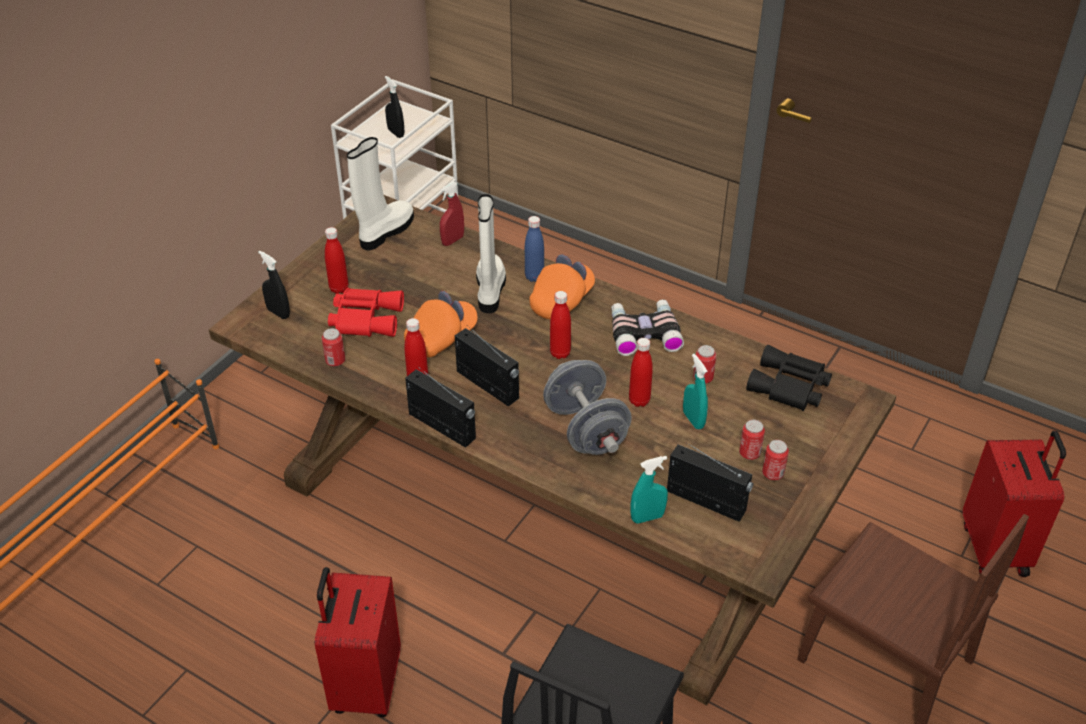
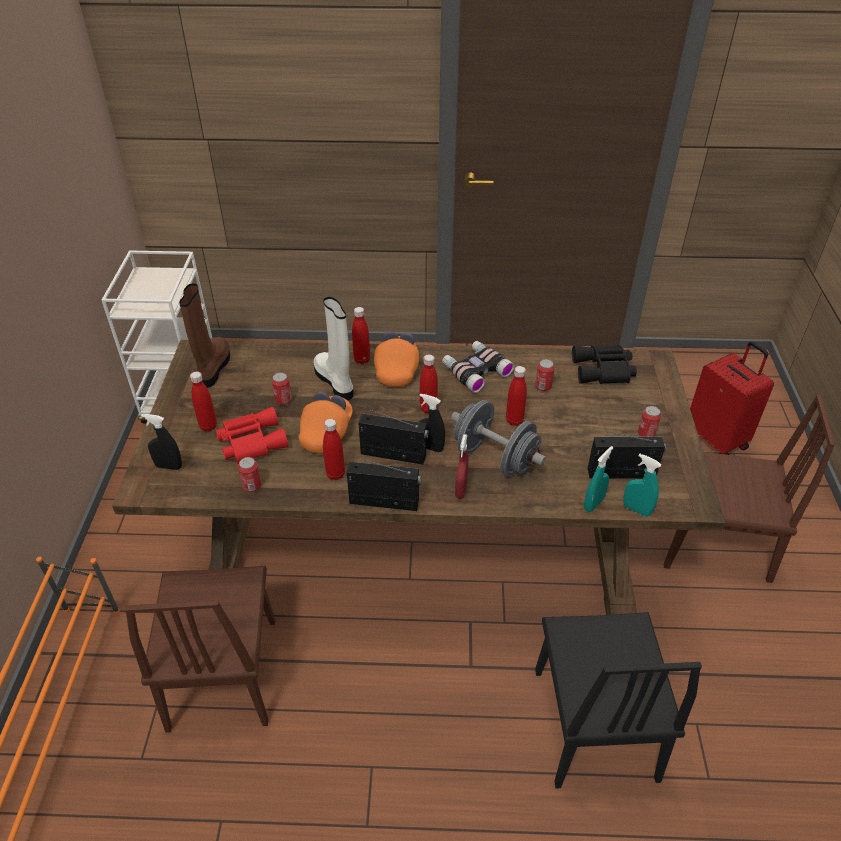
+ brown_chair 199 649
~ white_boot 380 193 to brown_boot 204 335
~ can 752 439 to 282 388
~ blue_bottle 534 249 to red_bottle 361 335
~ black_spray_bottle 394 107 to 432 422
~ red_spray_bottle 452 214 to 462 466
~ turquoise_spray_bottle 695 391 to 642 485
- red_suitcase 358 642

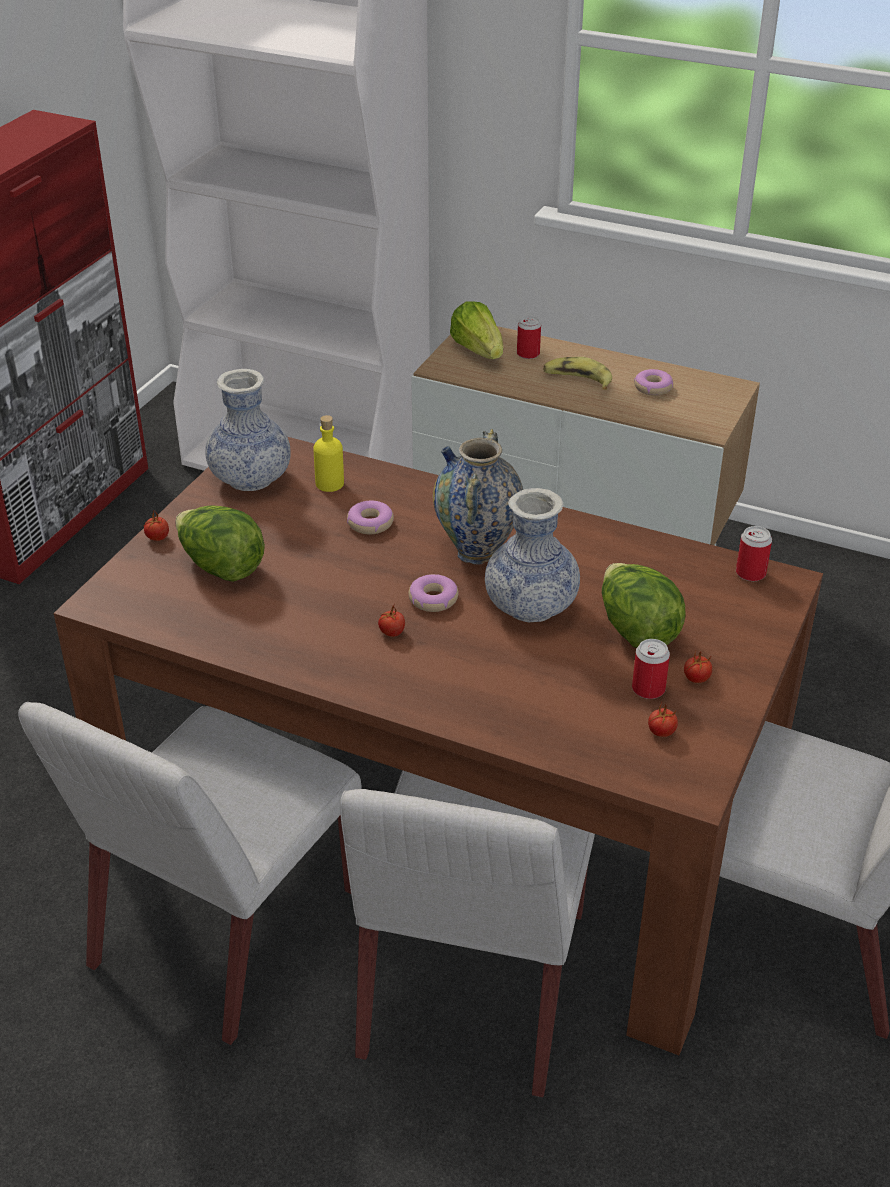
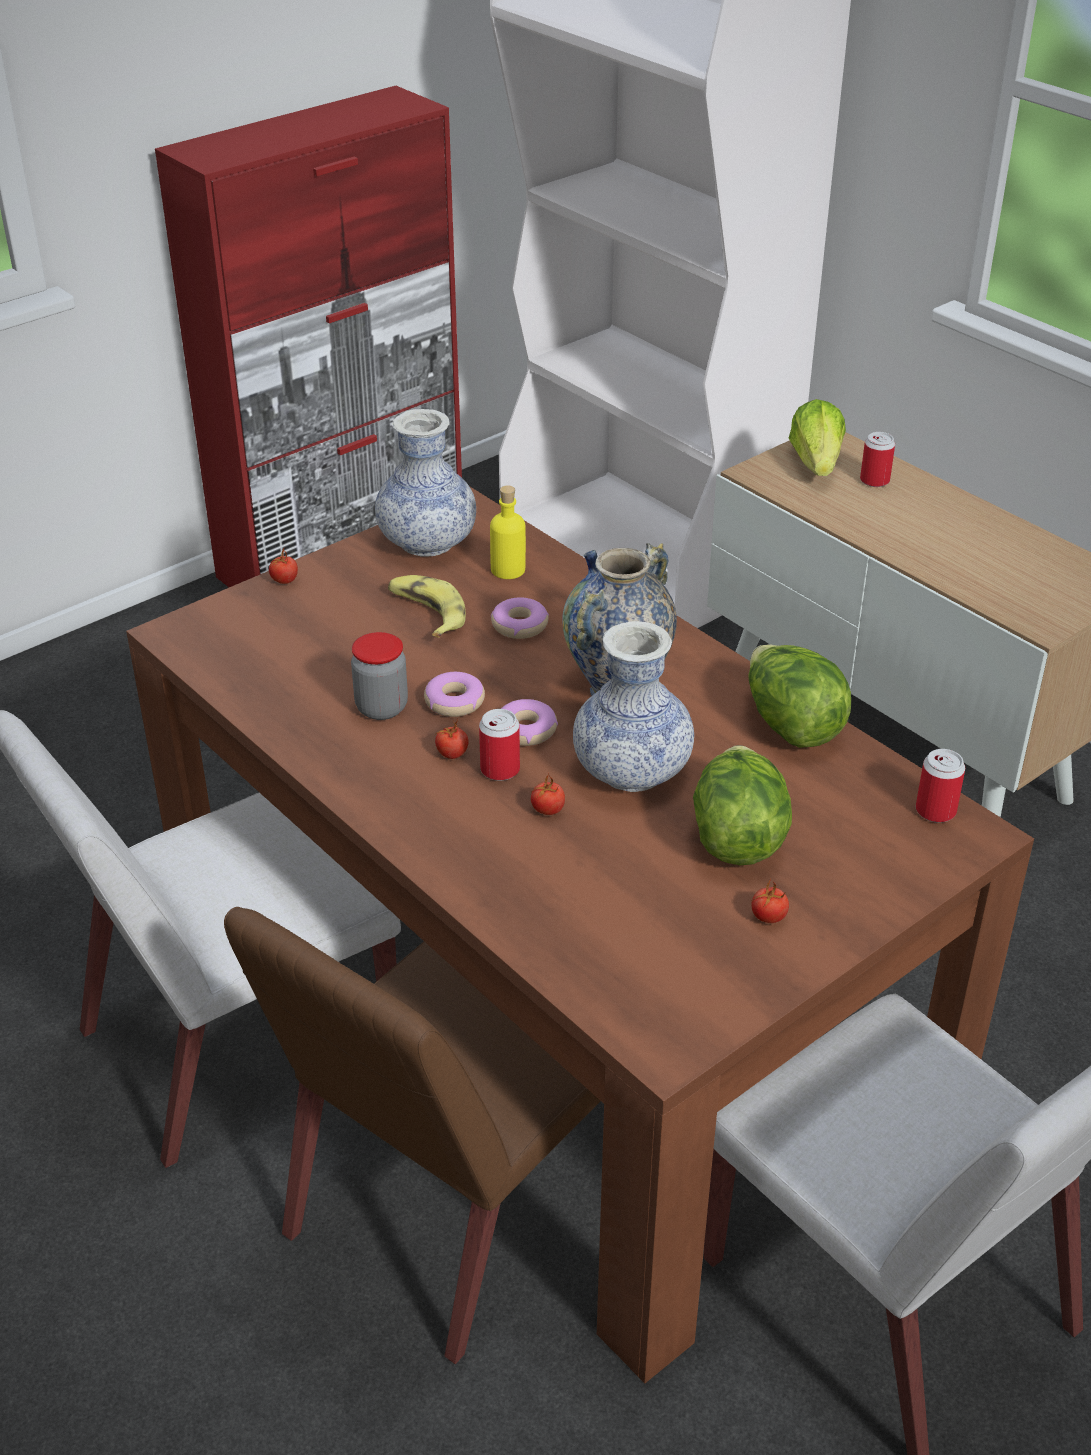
~ white_chair 467 933 to brown_chair 412 1135
+ jar 379 676
~ banana 577 373 to 427 606
~ donut 653 382 to 454 694
~ can 651 669 to 499 745
~ tomato 663 719 to 548 793
~ lettuce 220 543 to 800 696

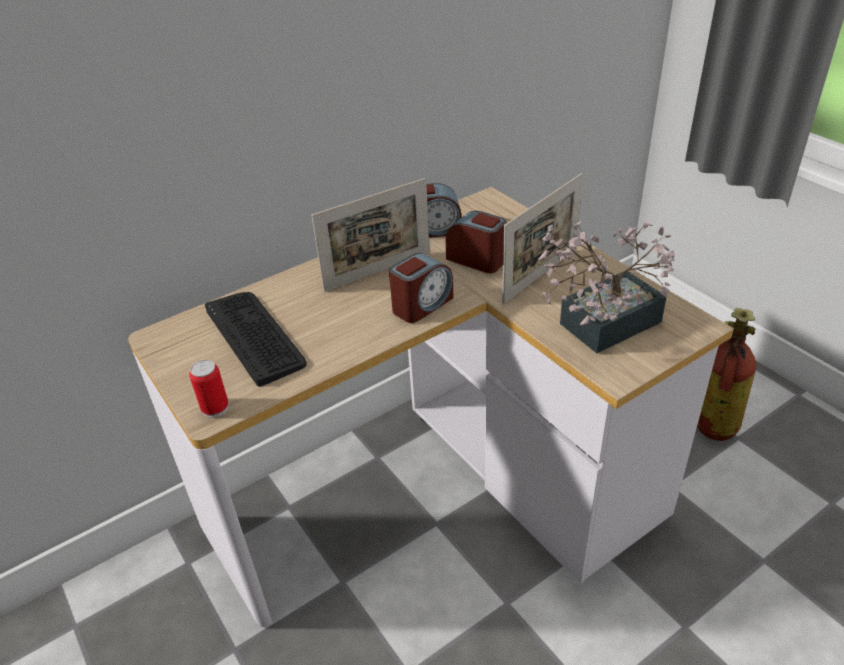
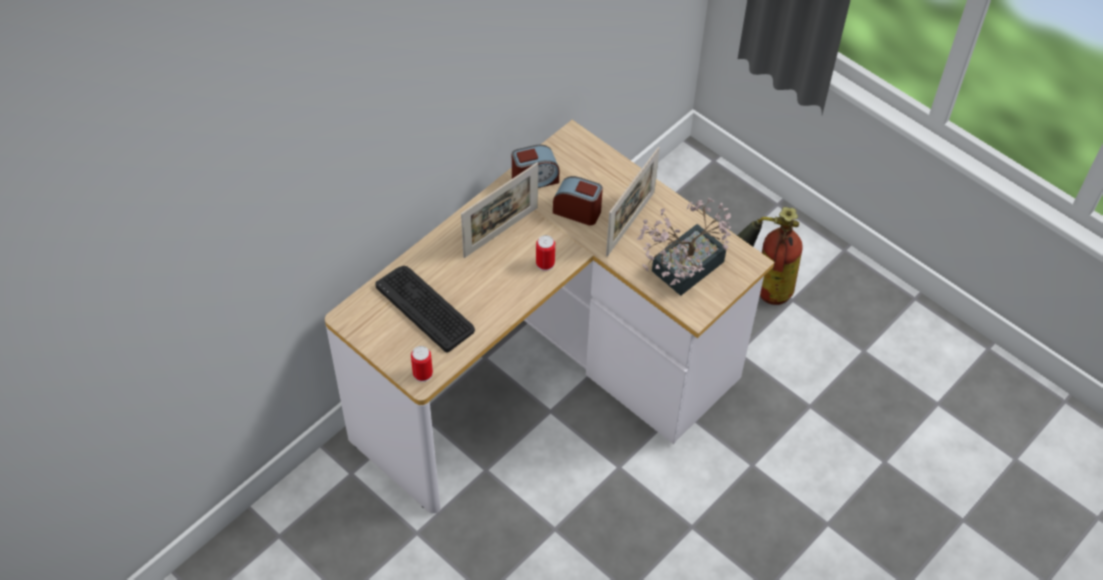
~ alarm_clock 421 288 to can 545 253

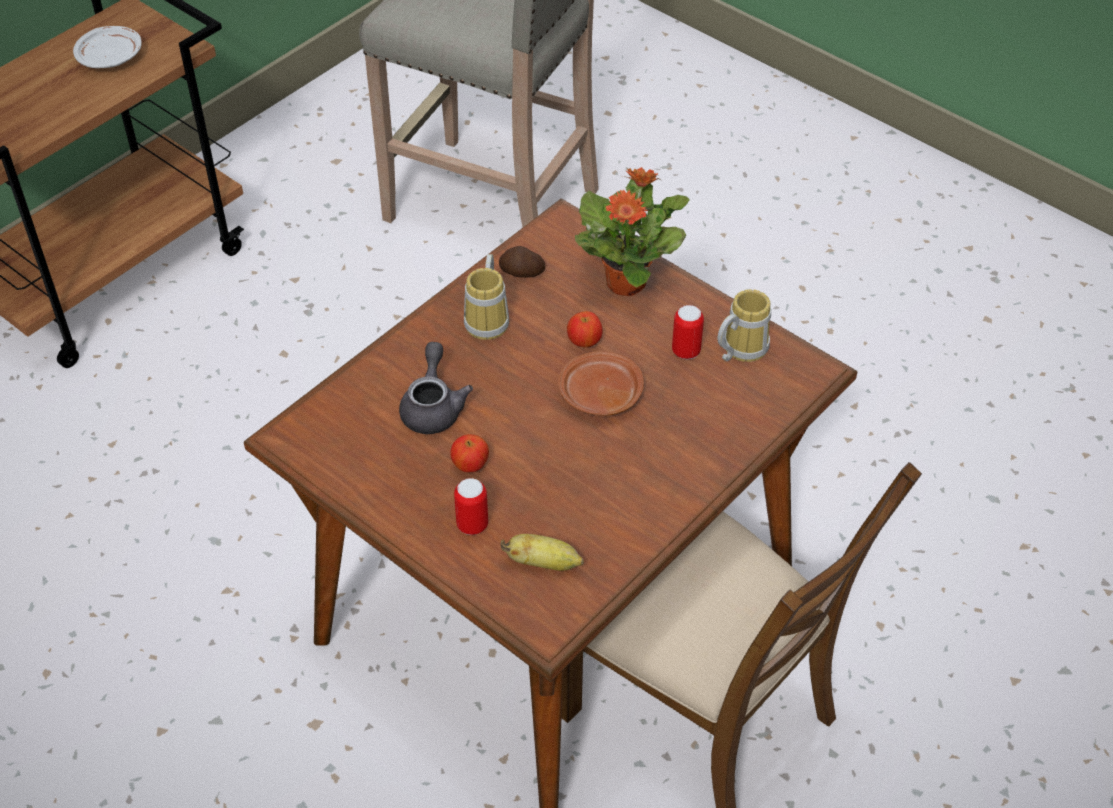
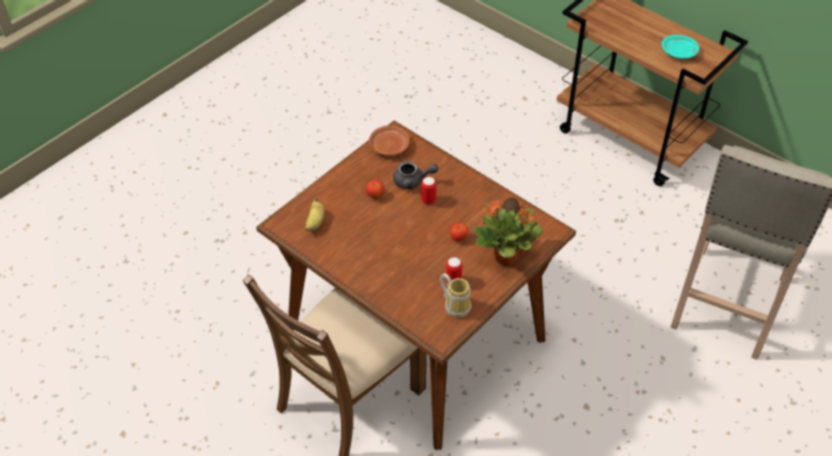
~ brown_plate 601 383 to 389 140
~ can 471 506 to 428 191
~ white_plate 107 47 to turquoise_plate 680 47
- mug 486 297

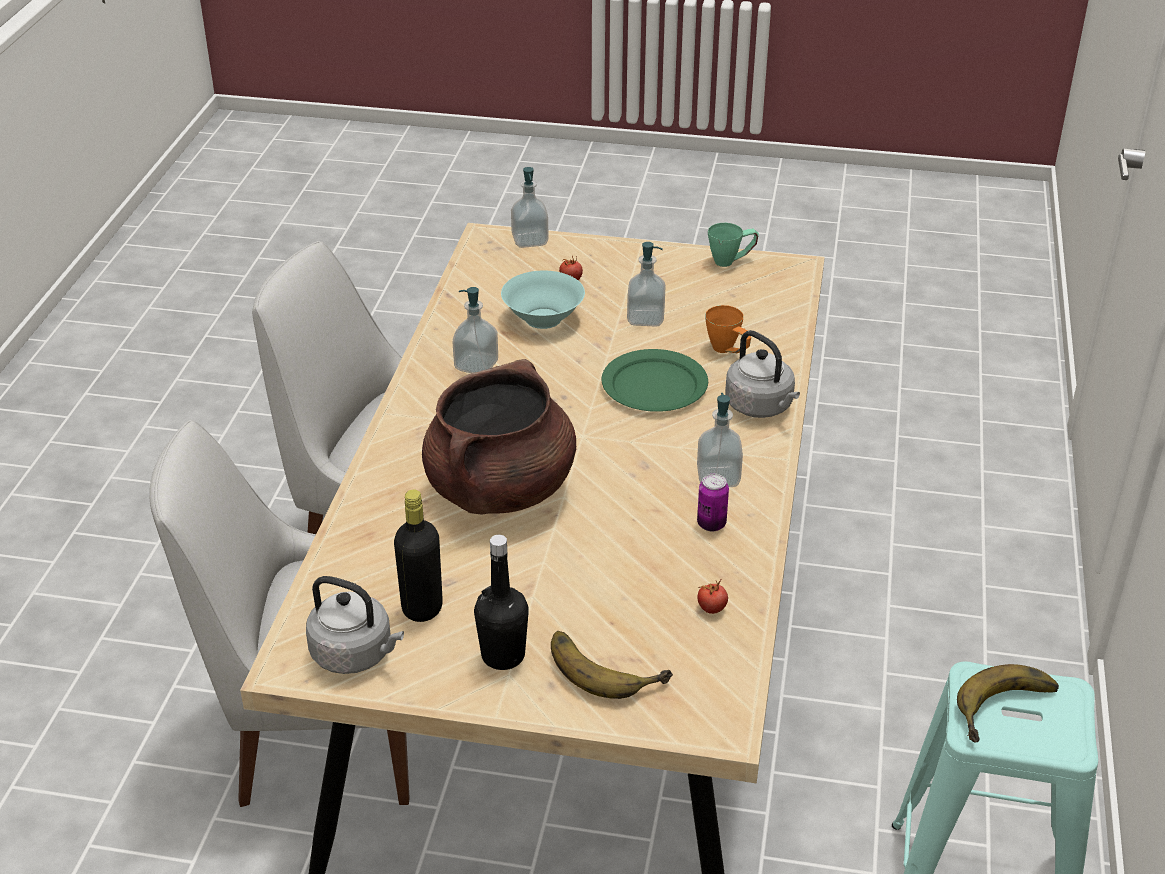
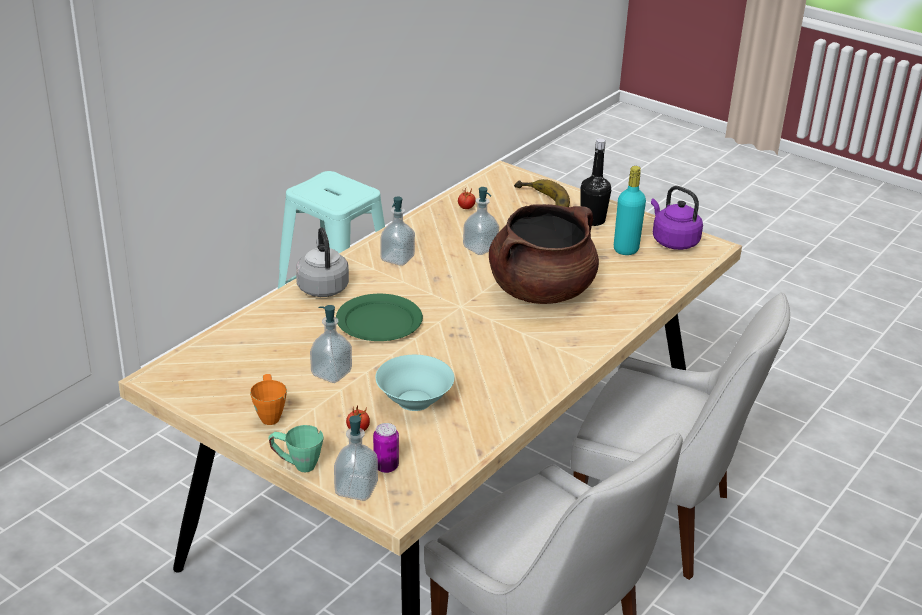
~ orange_mug 728 329 to 268 399
~ green_mug 733 245 to 296 448
~ can 713 502 to 386 448
~ soap_dispenser 475 330 to 481 221
~ black_bottle 418 556 to turquoise_bottle 630 210
~ grey_kettle 355 625 to purple_kettle 677 218
- banana 1008 703

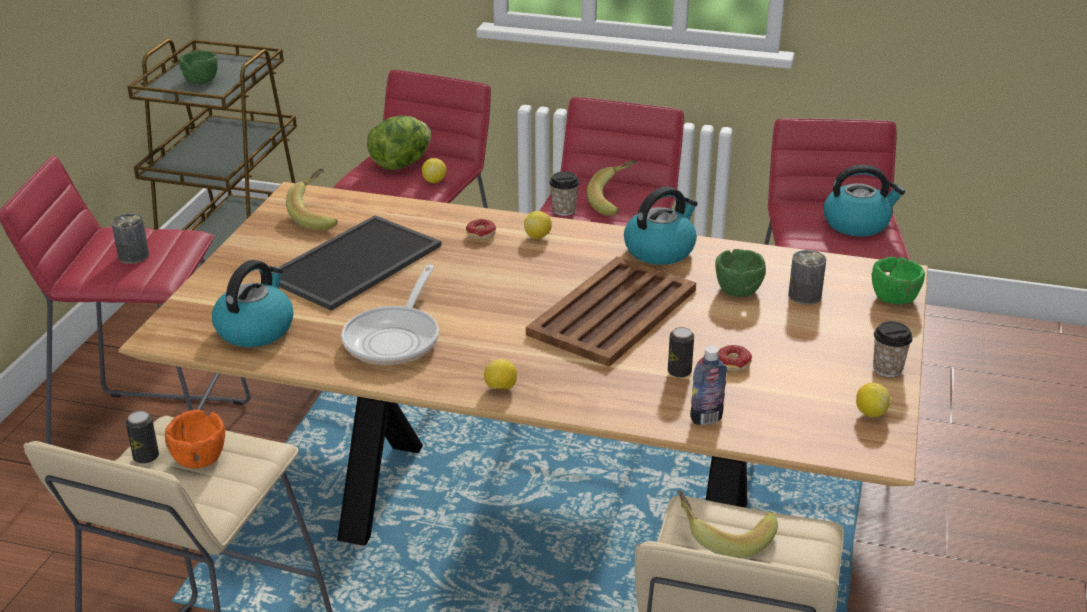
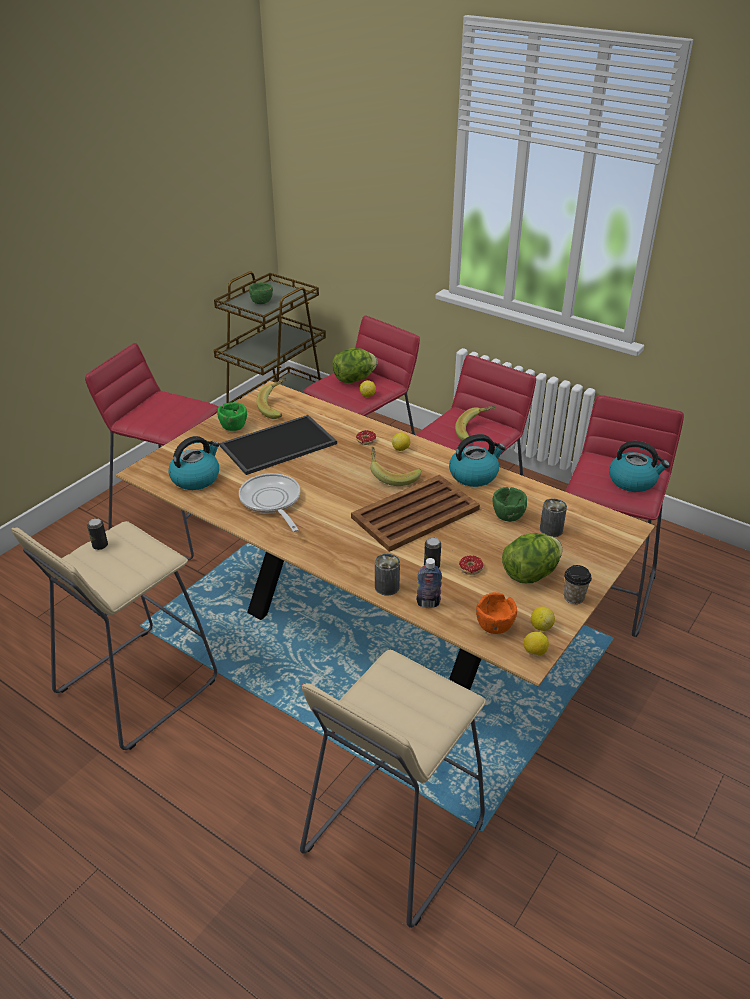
~ green_bowl 898 280 to 232 416
~ frying_pan 390 315 = 269 502 120 degrees clockwise
~ banana 728 524 to 395 466
~ can 130 239 to 387 575
~ orange_bowl 195 439 to 496 613
+ lettuce 532 558
~ lemon 500 374 to 536 644
- cup 564 193

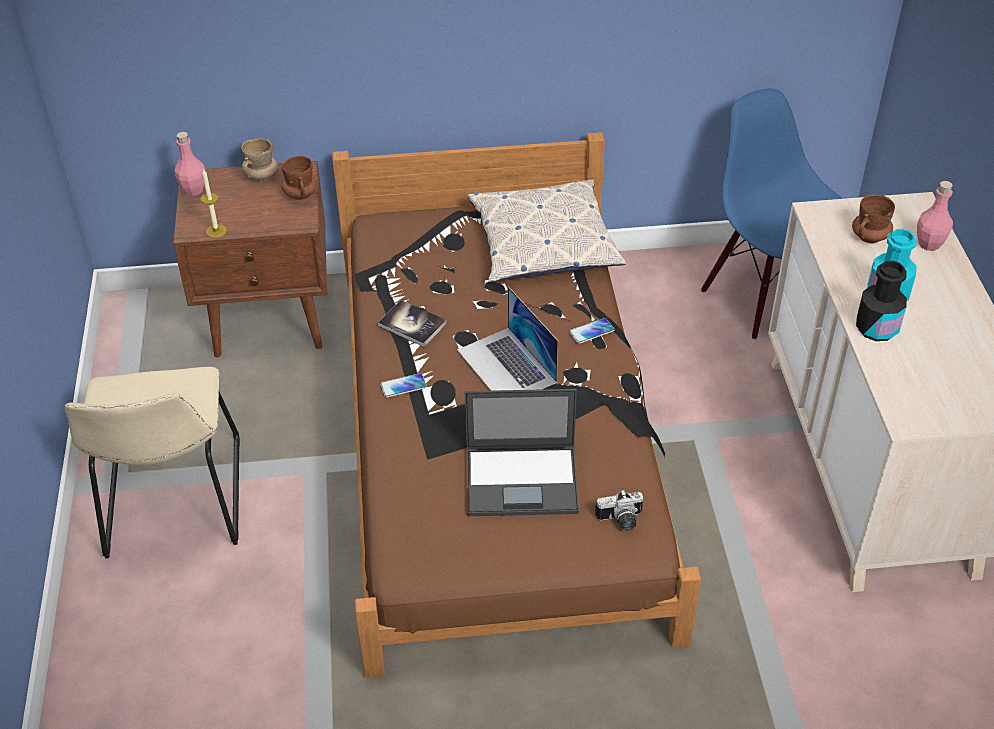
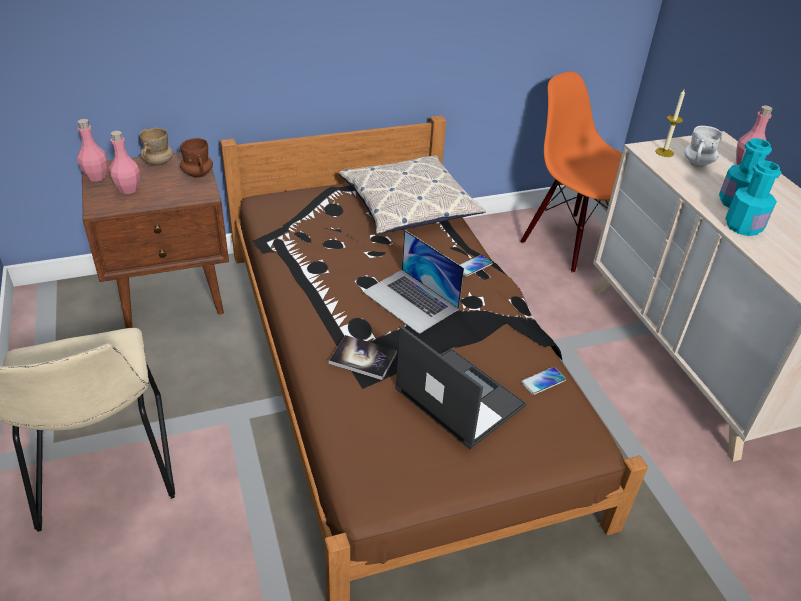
+ pink_bottle 124 162
~ book 412 323 to 363 357
~ laptop 522 452 = 461 387 120 degrees counterclockwise
~ blue_chair 772 213 to orange_chair 571 172
~ phone 403 385 to 543 381
~ candle 214 203 to 670 123
~ brown_mug 873 218 to white_mug 703 146
~ black_bottle 881 301 to turquoise_bottle 753 198
- photo_camera 619 510

